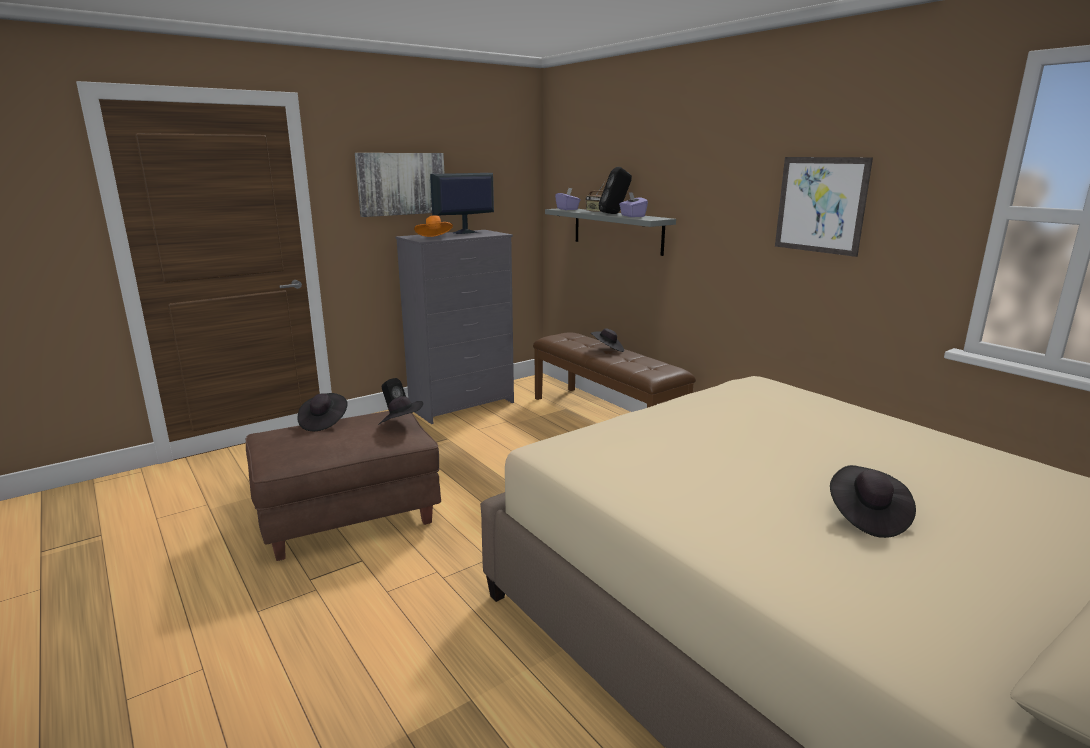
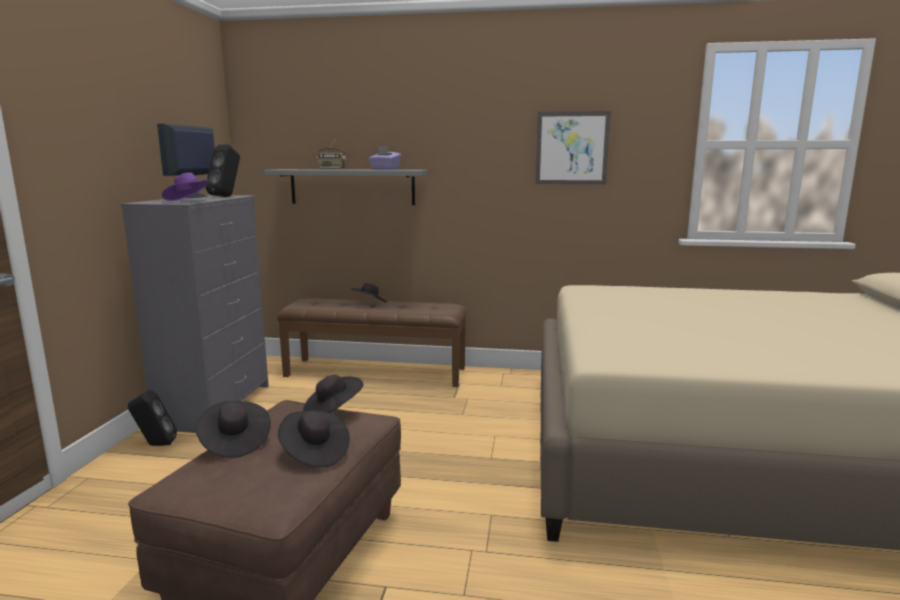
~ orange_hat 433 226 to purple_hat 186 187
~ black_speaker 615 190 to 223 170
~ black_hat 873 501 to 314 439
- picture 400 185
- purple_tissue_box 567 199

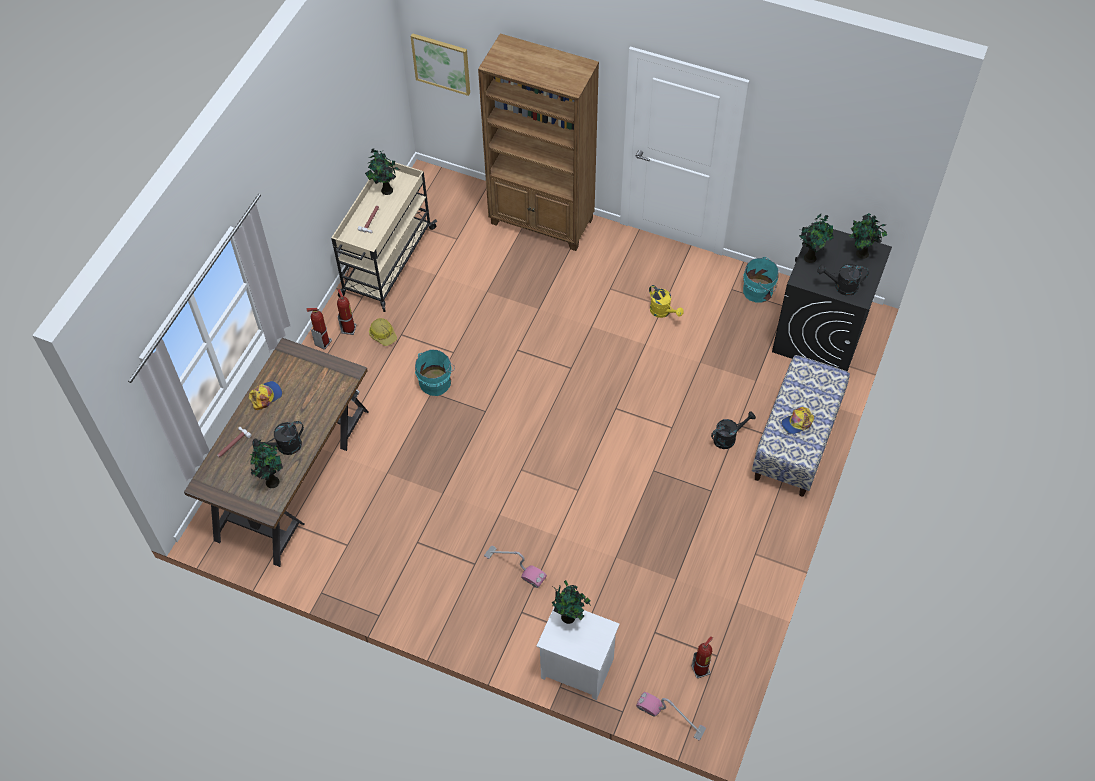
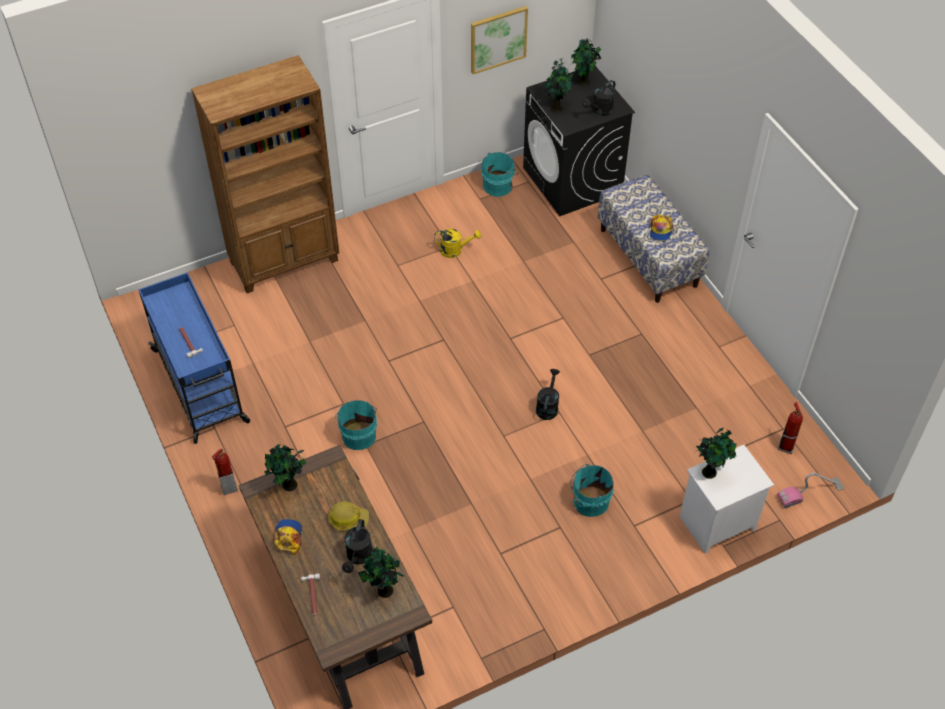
~ beige_cart 384 236 to blue_cart 194 358
~ potted_plant 382 172 to 285 467
~ hard_hat 383 332 to 348 516
~ picture 440 64 to 499 40
~ black_watering_can 733 430 to 548 394
~ vacuum_cleaner 515 567 to turquoise_bucket 592 490
- fire_extinguisher 347 312

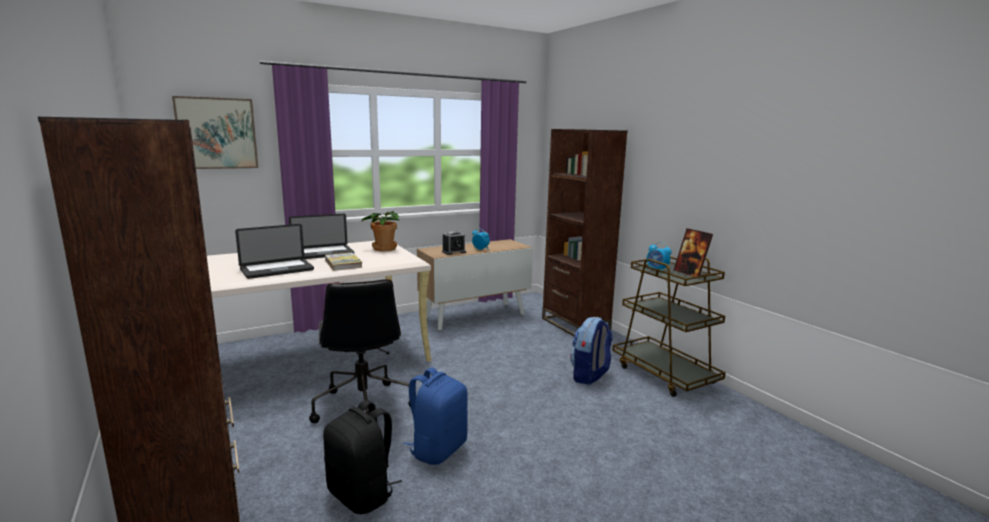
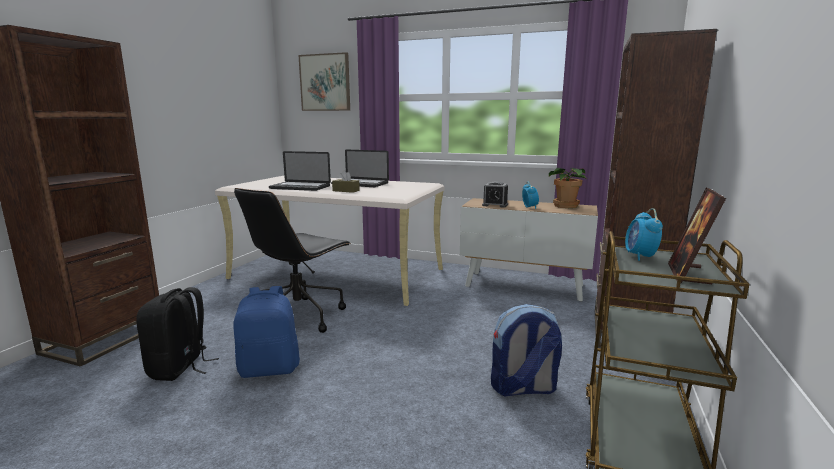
~ book 344 261 to brown_tissue_box 346 181
~ potted_plant 380 231 to 568 188

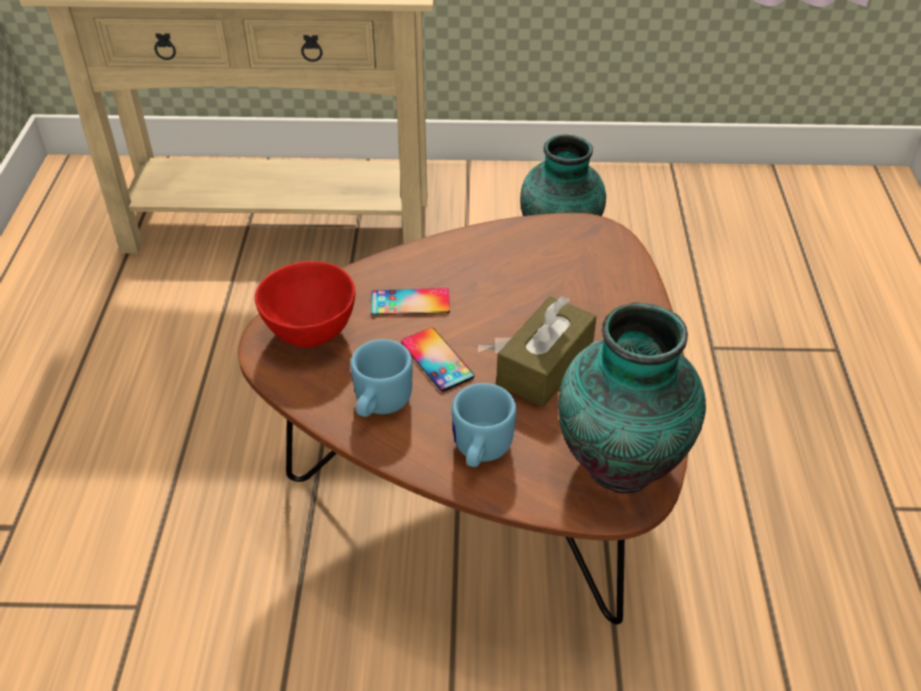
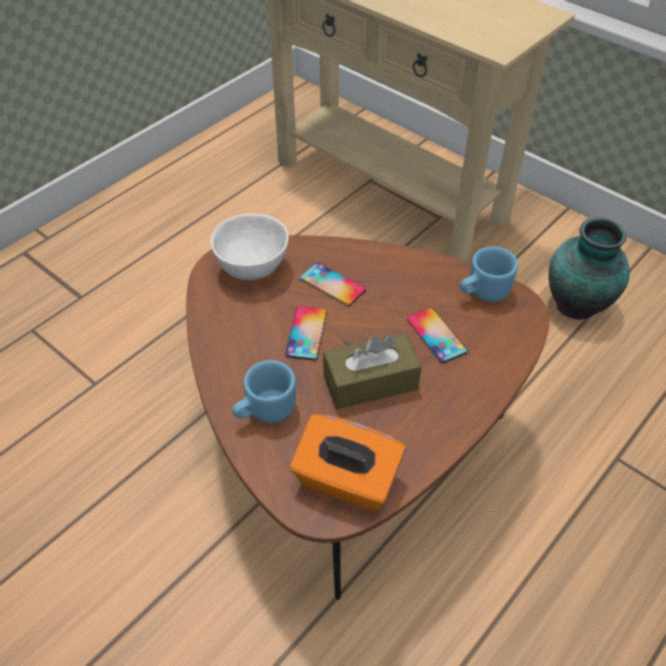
~ red_bowl 305 304 to white_bowl 249 247
~ vase 632 397 to orange_tissue_box 348 462
+ phone 437 335
~ blue_mug 382 378 to 489 274

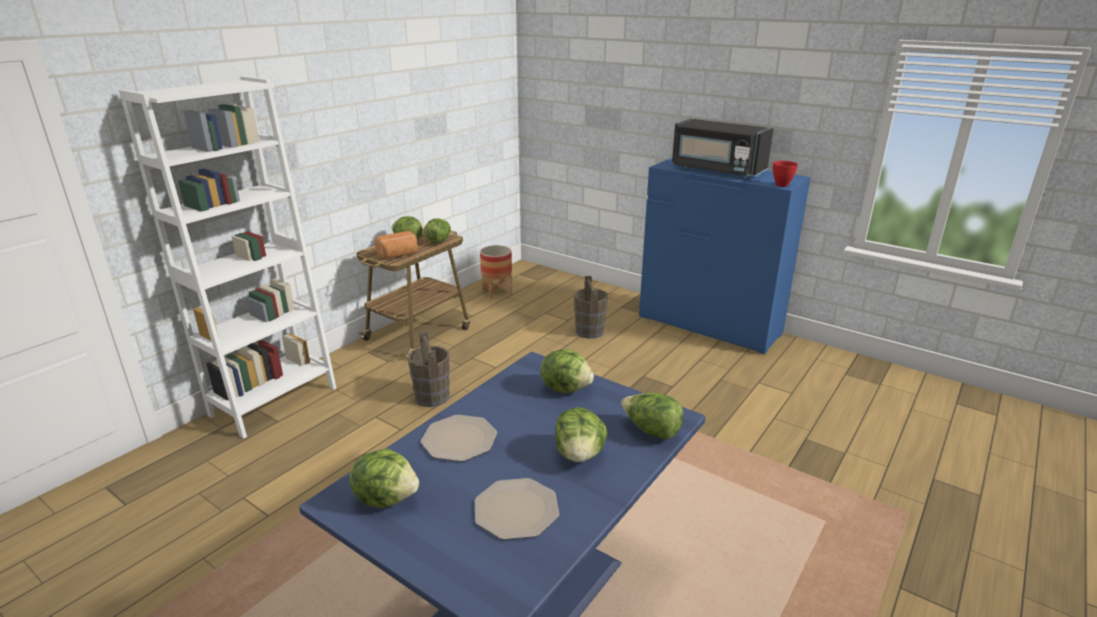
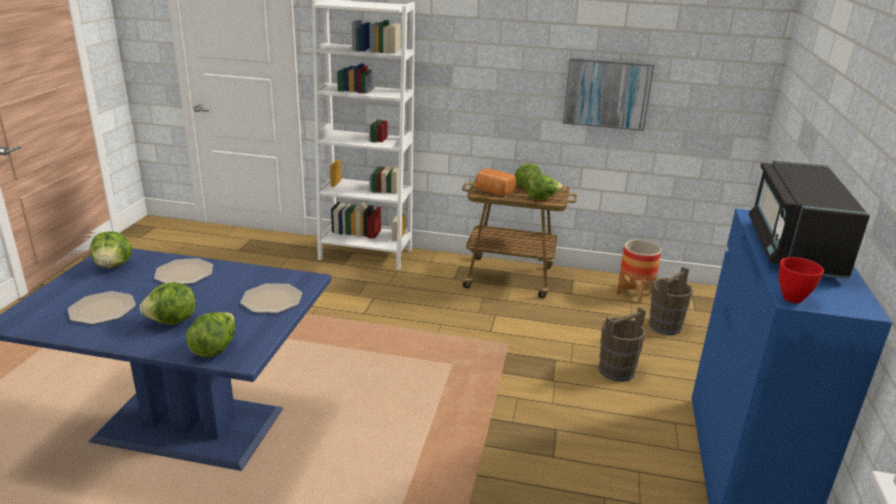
~ lettuce 567 371 to plate 271 298
+ picture 608 94
~ brown_bucket 429 369 to 671 301

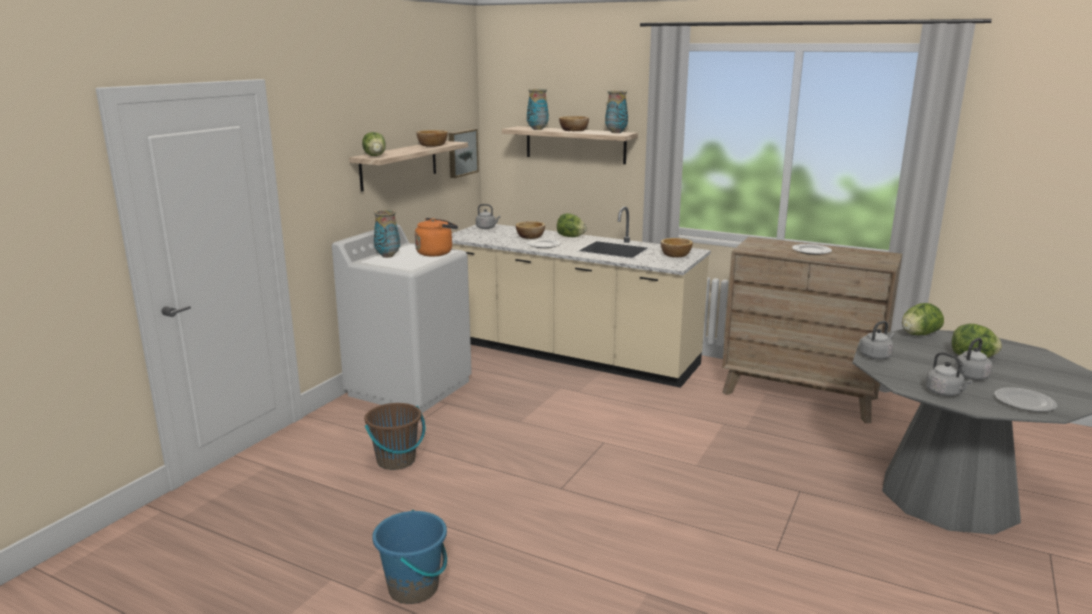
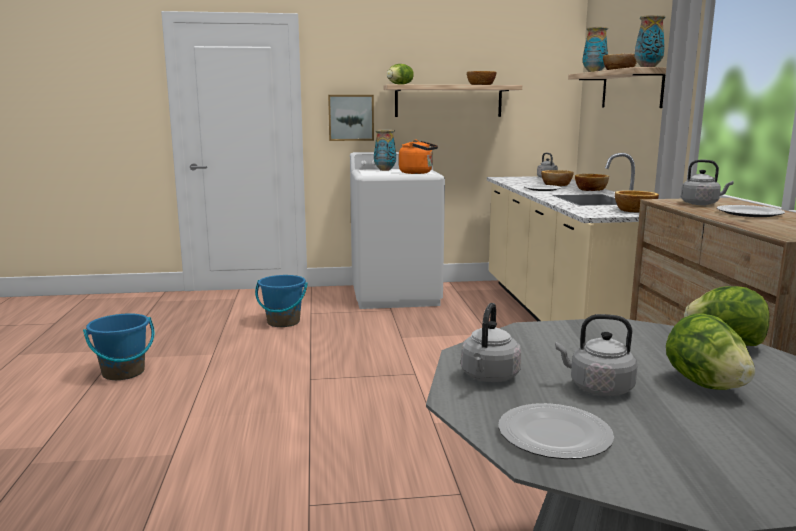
~ brown_bucket 394 436 to blue_bucket 281 301
~ picture 464 153 to 351 118
~ lettuce 572 225 to bowl 592 182
~ grey_kettle 877 340 to 707 182

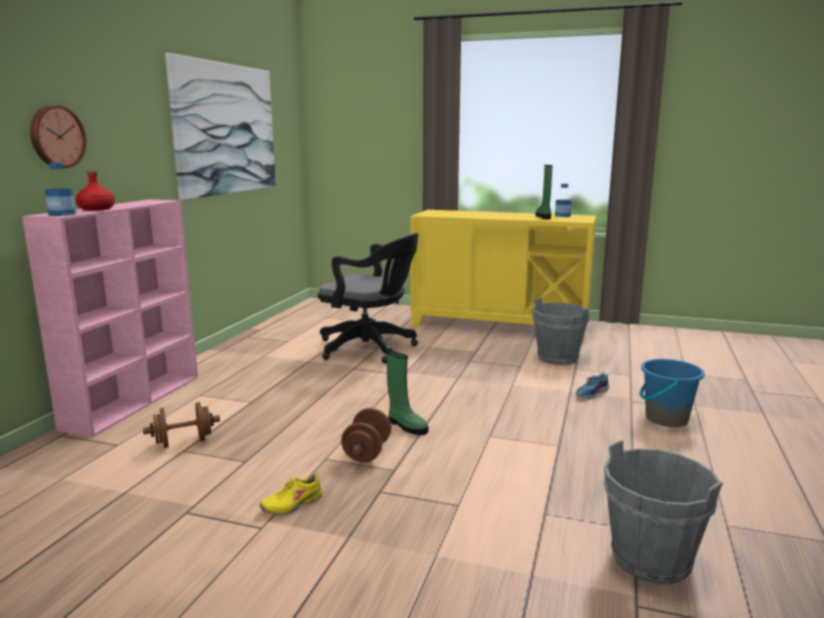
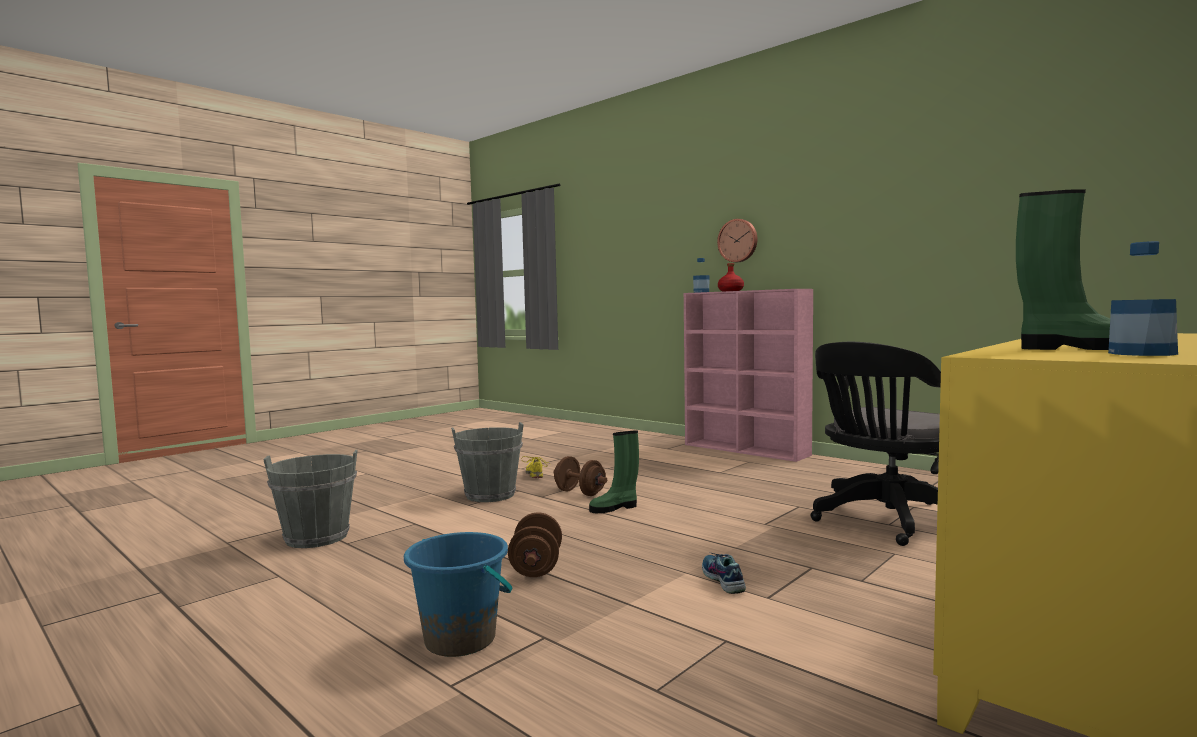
~ grey_bucket 561 331 to 487 462
~ brown_dumbbell 181 425 to 535 544
~ shoe 592 386 to 724 573
- picture 220 126

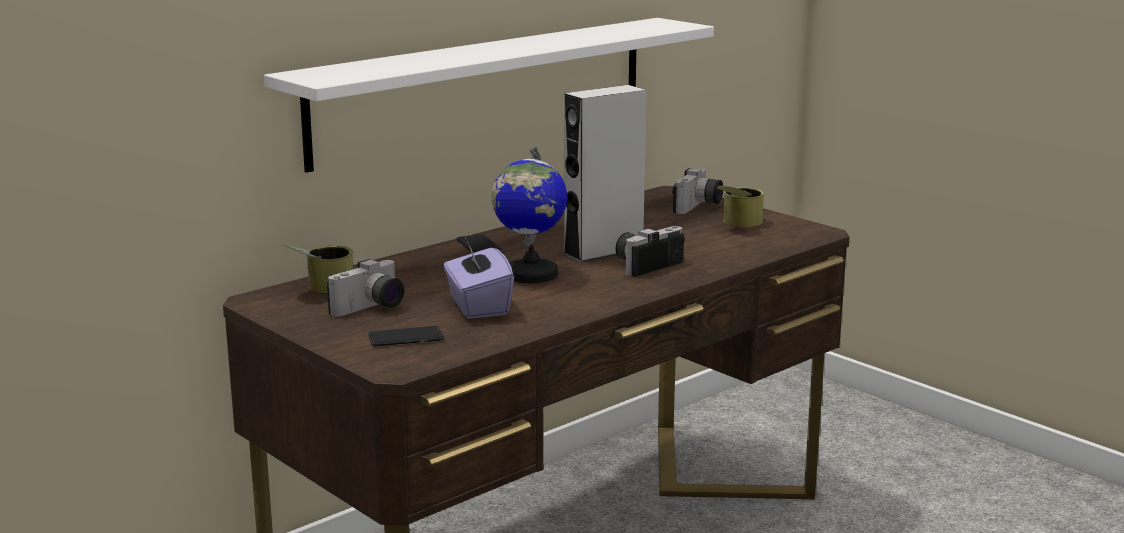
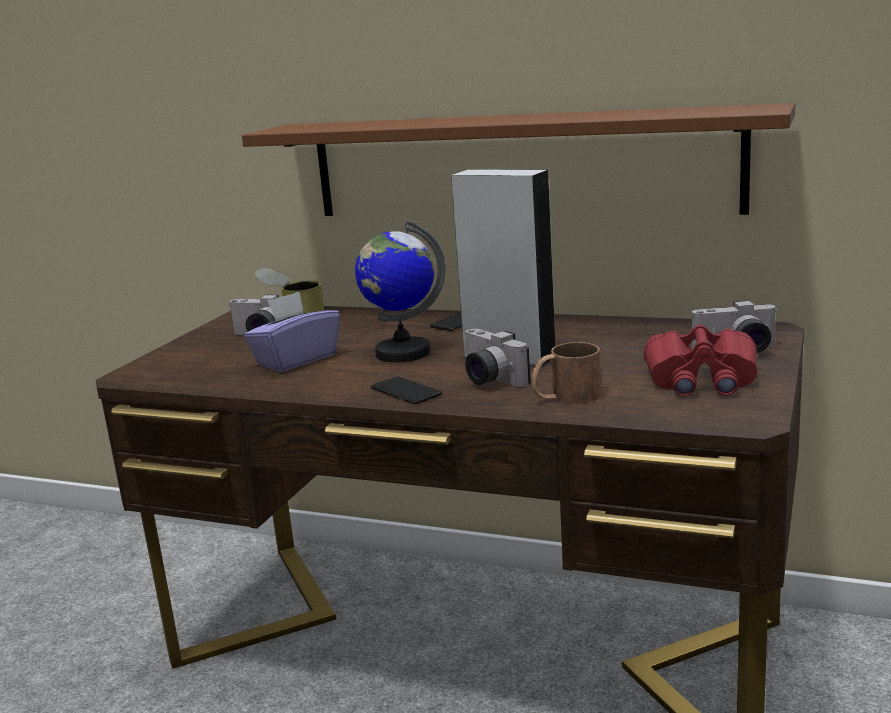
~ white_shelf 489 95 to brown_shelf 518 159
~ phone 406 336 to 406 390
~ photo_camera 650 251 = 498 358 150 degrees counterclockwise
+ brown_mug 566 373
~ can 740 206 to red_binoculars 700 361

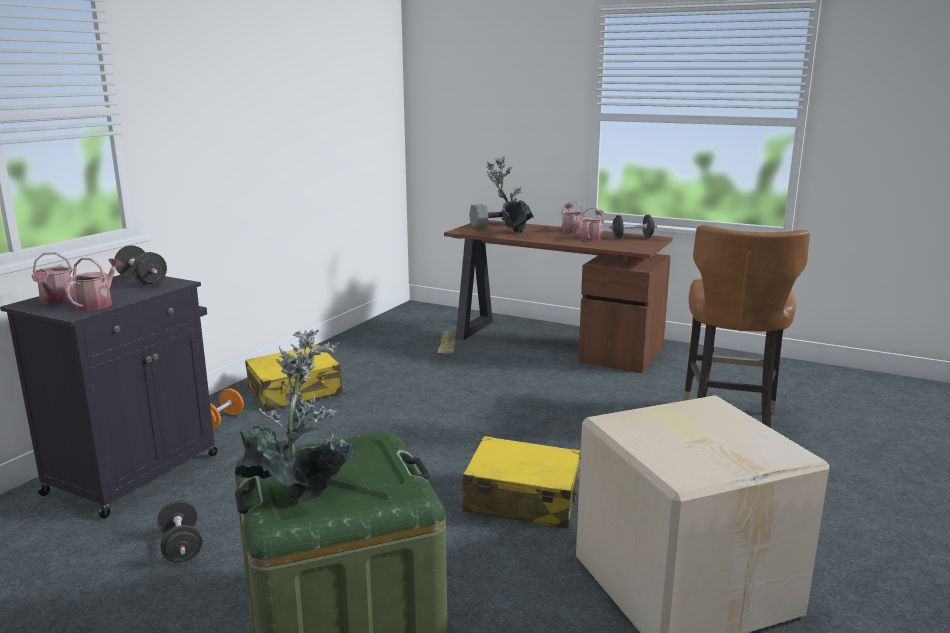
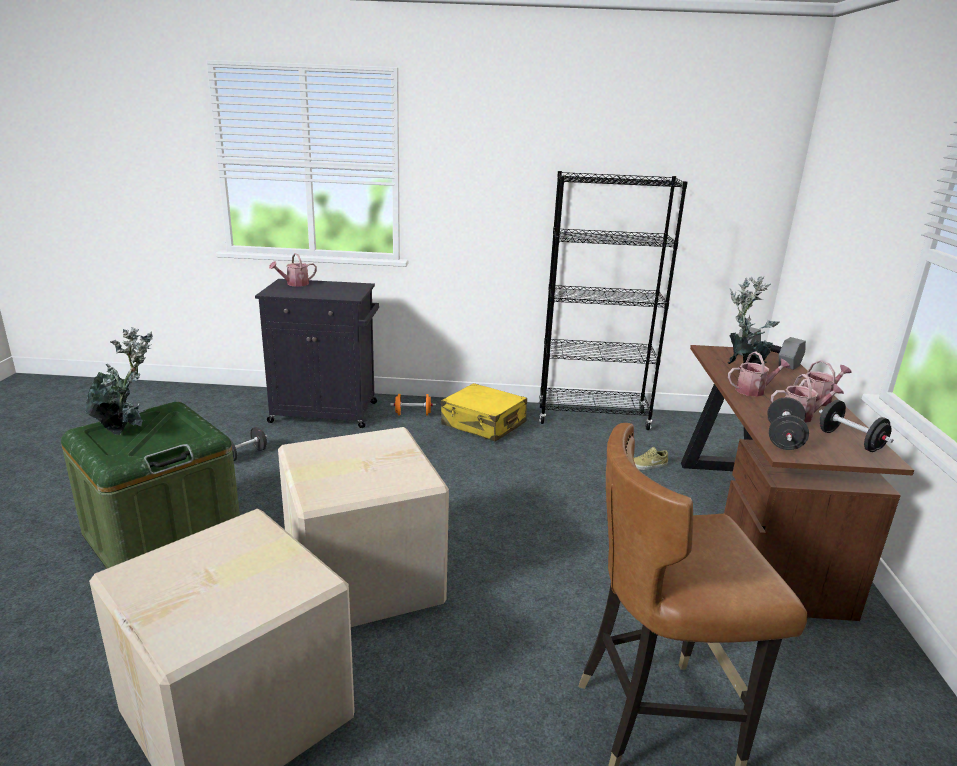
~ yellow_suitcase 521 482 to cardboard_box 363 527
+ black_bookcase 613 300
~ watering_can 94 284 to 759 374
~ black_dumbbell 141 265 to 788 423

